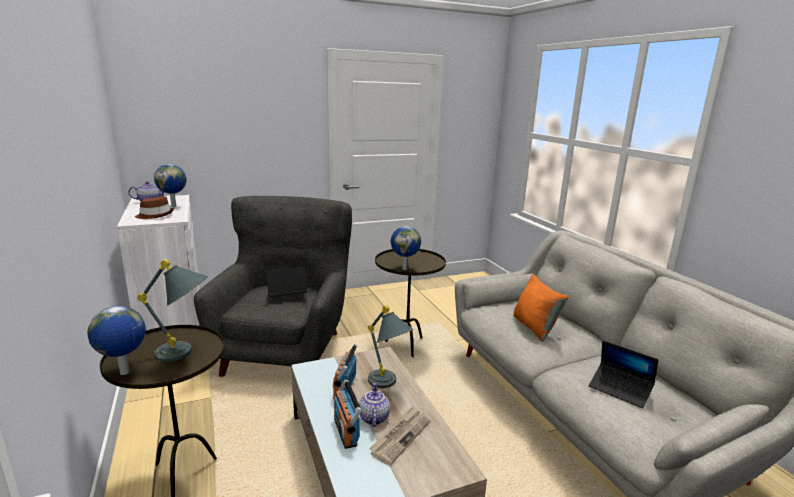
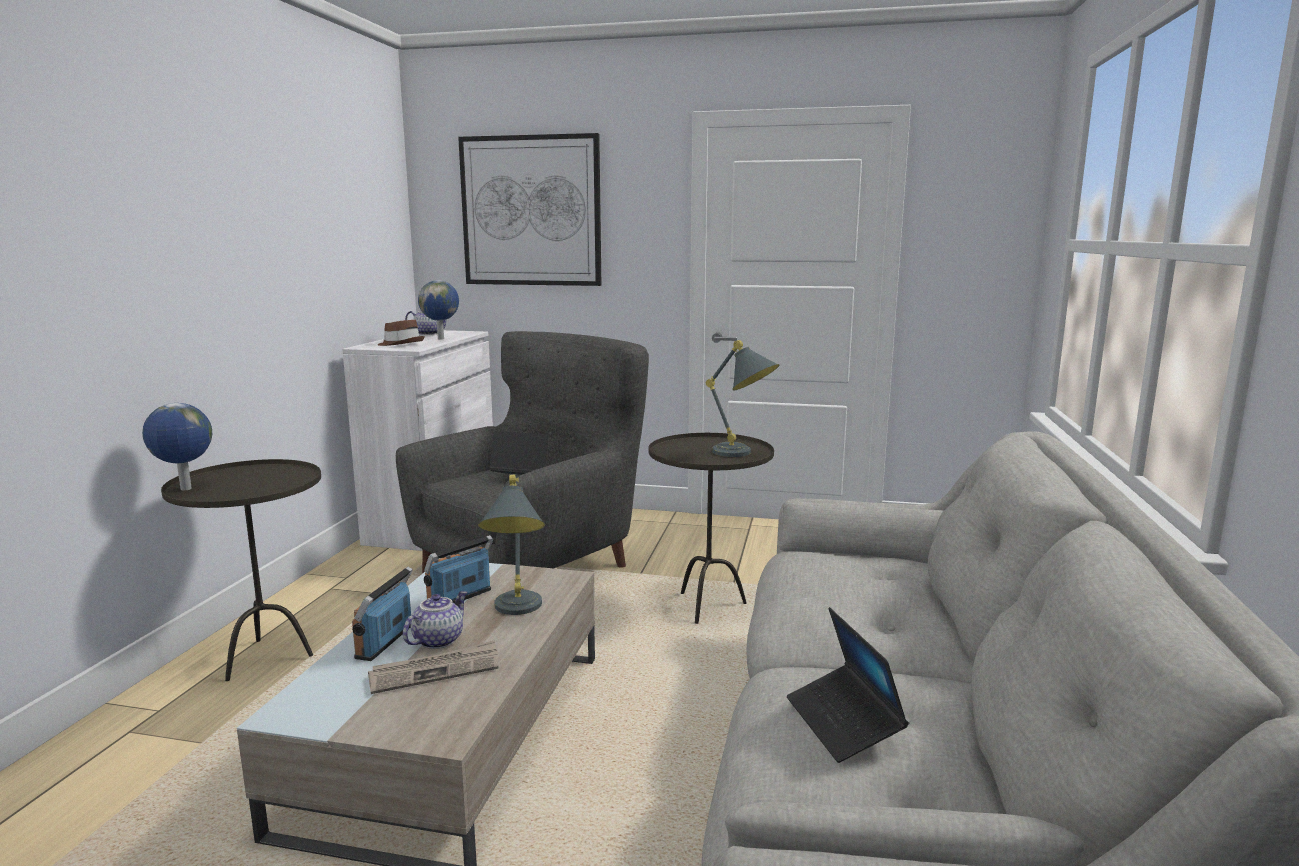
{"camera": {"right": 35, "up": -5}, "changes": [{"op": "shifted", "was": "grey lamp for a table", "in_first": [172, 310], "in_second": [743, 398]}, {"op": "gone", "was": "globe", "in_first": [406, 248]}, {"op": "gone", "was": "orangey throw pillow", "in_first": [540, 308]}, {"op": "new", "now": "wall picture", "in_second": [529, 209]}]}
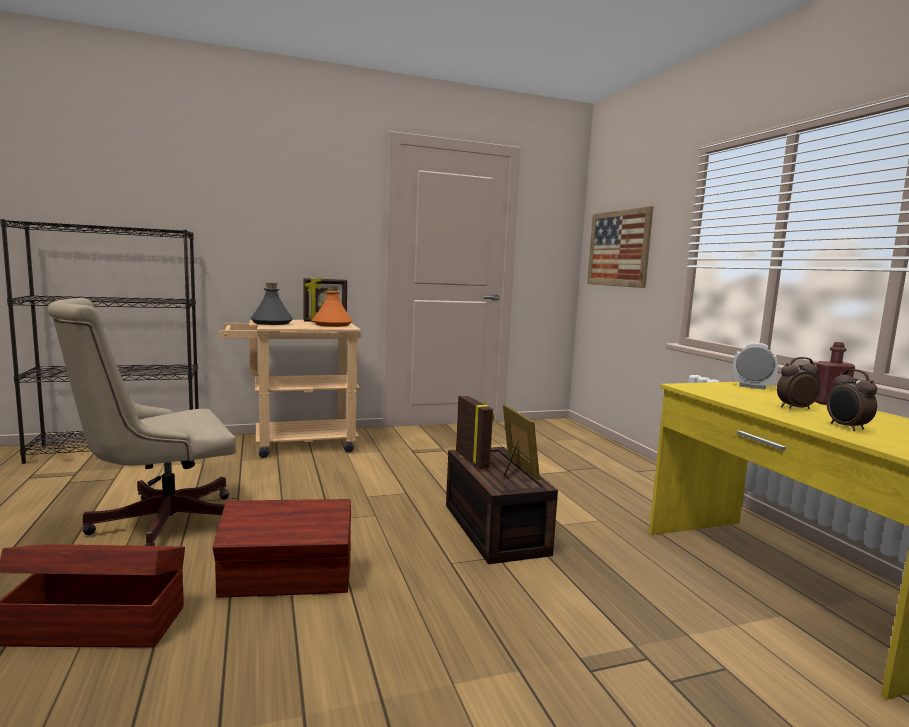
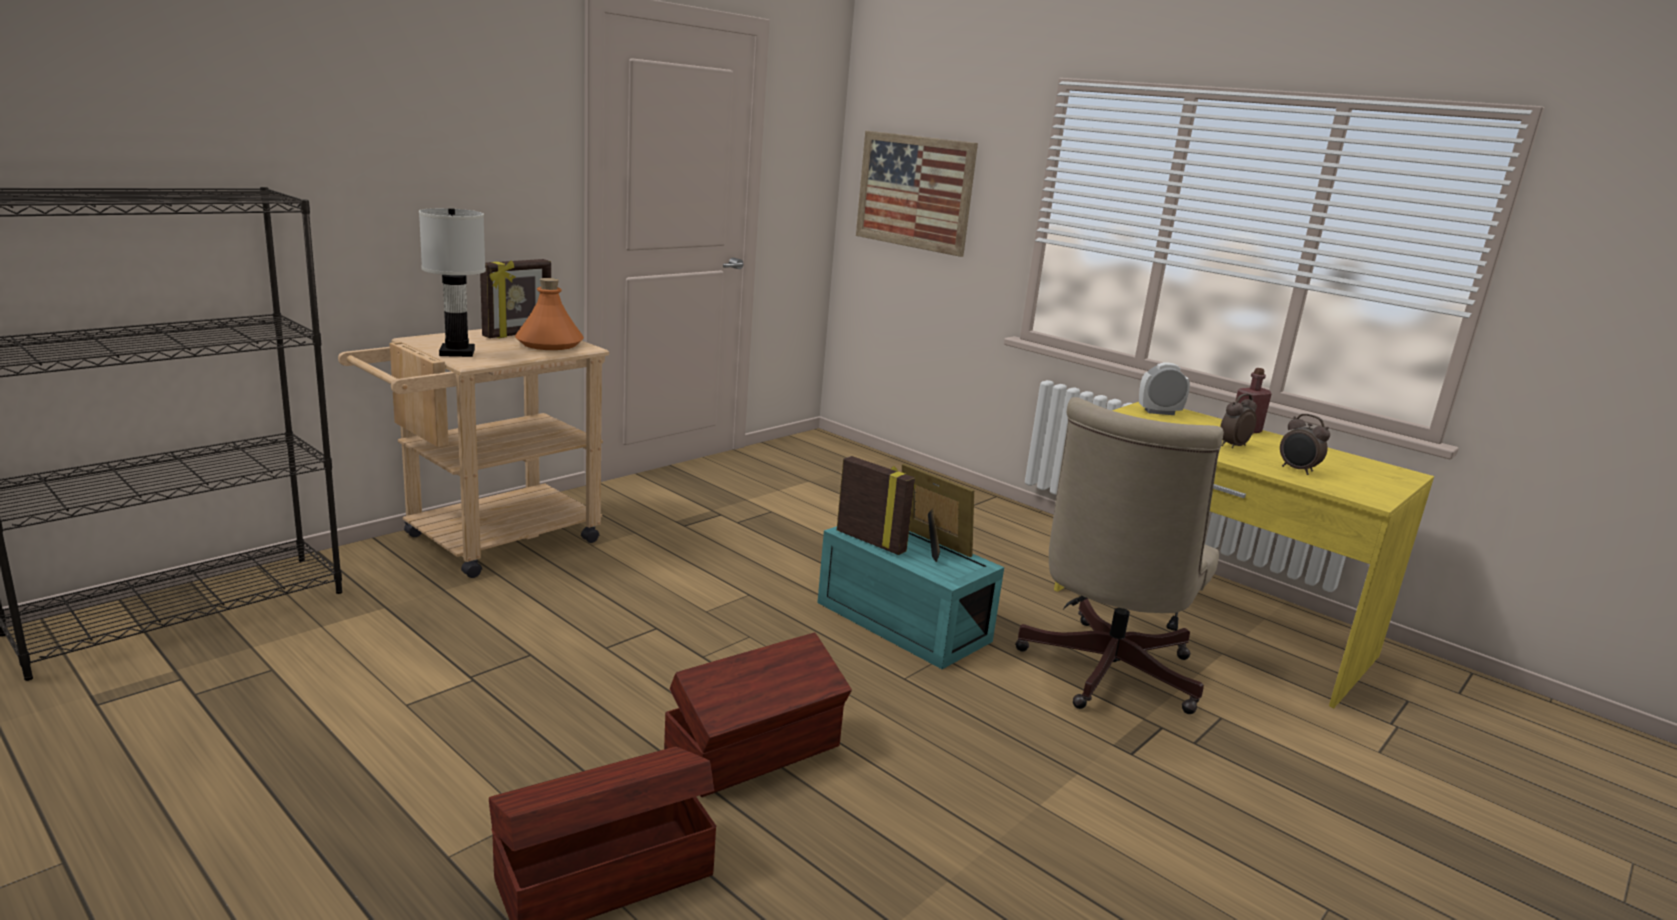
{"camera": {"right": -30, "up": 10}, "changes": [{"op": "shifted", "was": "sand-coloured desk chair", "in_first": [141, 422], "in_second": [1119, 555]}, {"op": "swapped", "was": "grey beverage bottle", "now": "white lamp for a table", "in_first": [271, 304], "in_second": [452, 282]}, {"op": "repainted", "was": "brownish storage container", "now": "blue-green storage container", "in_first": [502, 505], "in_second": [910, 597]}]}
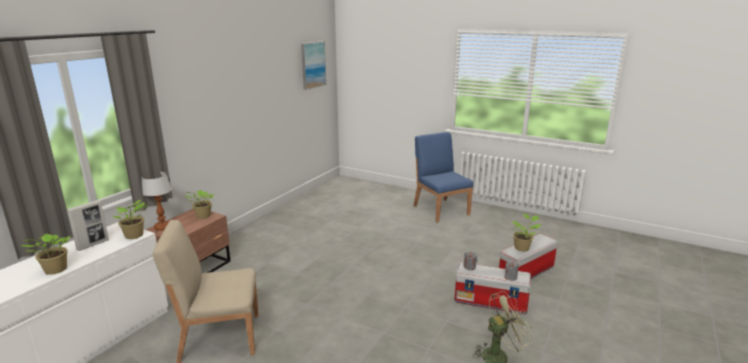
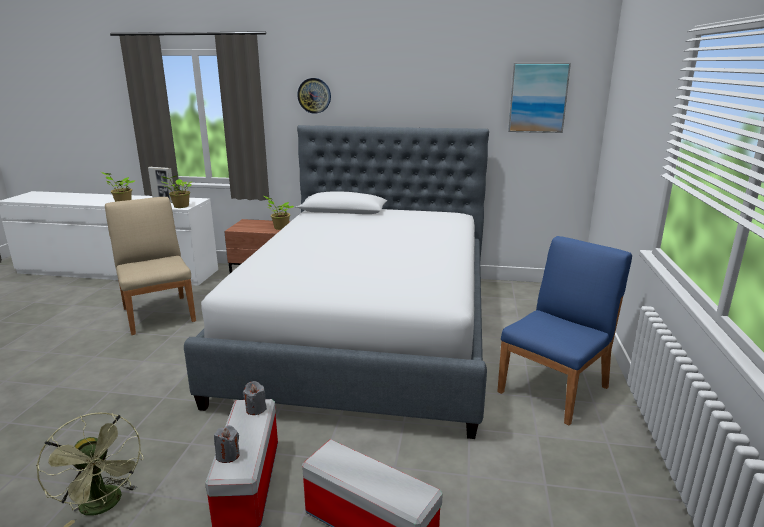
{"camera": {"right": 70, "up": 0}, "changes": [{"op": "gone", "was": "lamp for a table", "in_first": [157, 201]}, {"op": "gone", "was": "potted plant", "in_first": [527, 232]}, {"op": "new", "now": "bed", "in_second": [336, 282]}, {"op": "new", "now": "clock on the wall", "in_second": [314, 96]}]}
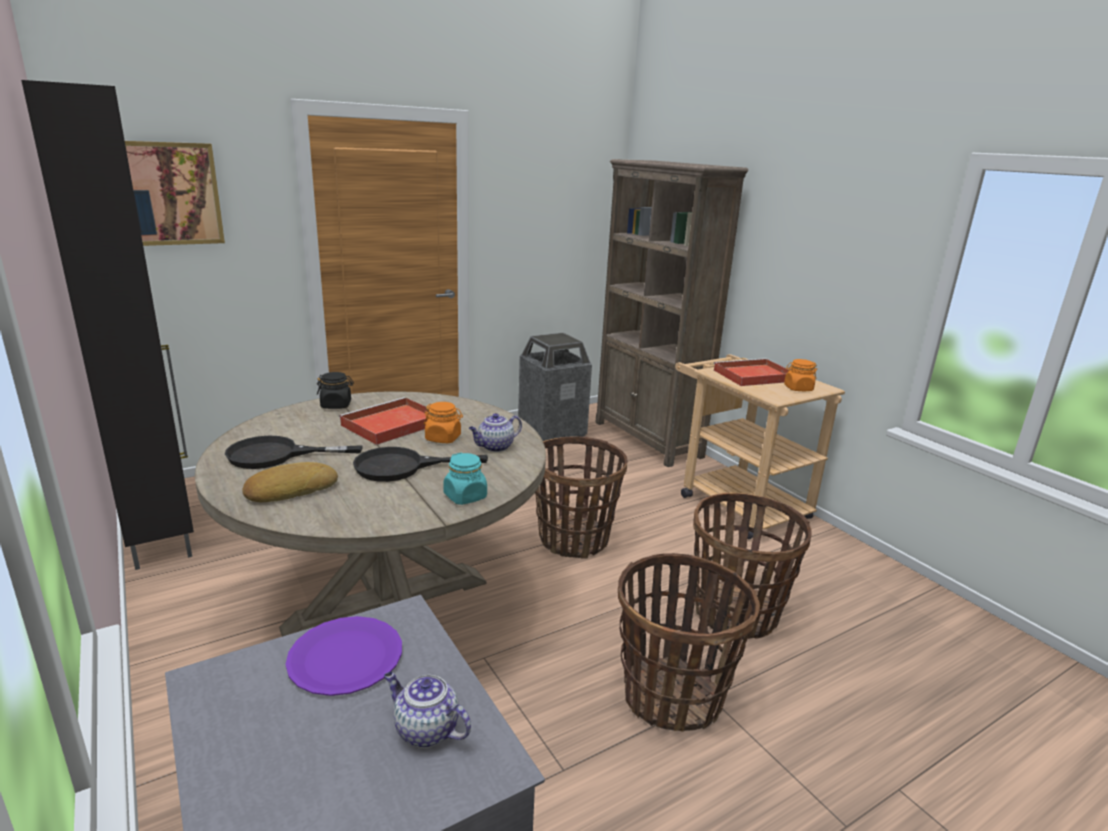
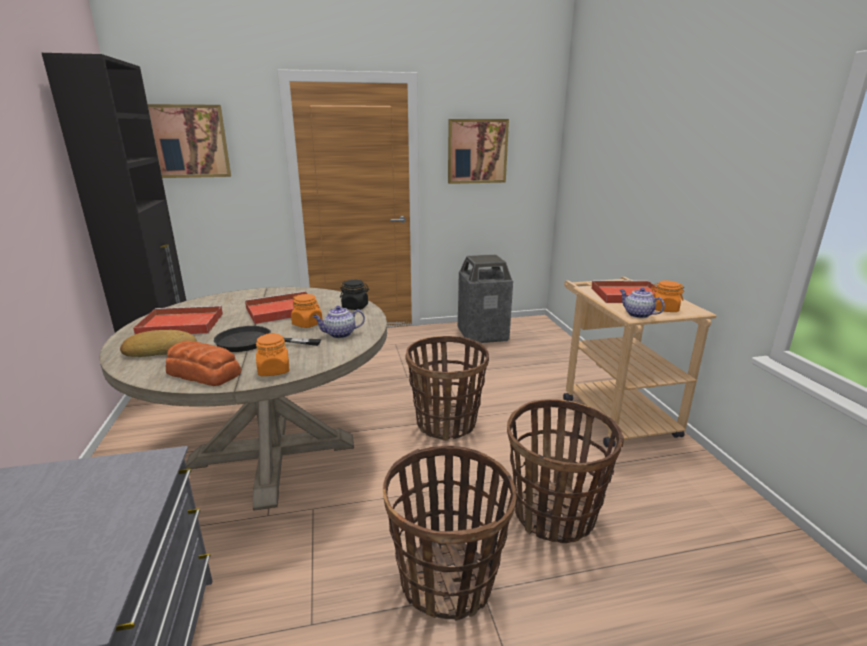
{"camera": {"right": 20, "up": 0}, "changes": [{"op": "swapped", "was": "black pan", "now": "red-coloured serving tray", "in_first": [294, 452], "in_second": [178, 319]}, {"op": "gone", "was": "purplish flat dish", "in_first": [343, 656]}, {"op": "shifted", "was": "black storage jar", "in_first": [335, 390], "in_second": [354, 295]}, {"op": "shifted", "was": "tea pot", "in_first": [427, 710], "in_second": [642, 303]}, {"op": "repainted", "was": "blue-green storage jar", "now": "orangey storage jar", "in_first": [465, 479], "in_second": [272, 354]}, {"op": "gone", "was": "brownish bookshelf", "in_first": [671, 313]}, {"op": "new", "now": "baked bread", "in_second": [203, 363]}, {"op": "new", "now": "wall picture", "in_second": [478, 151]}]}
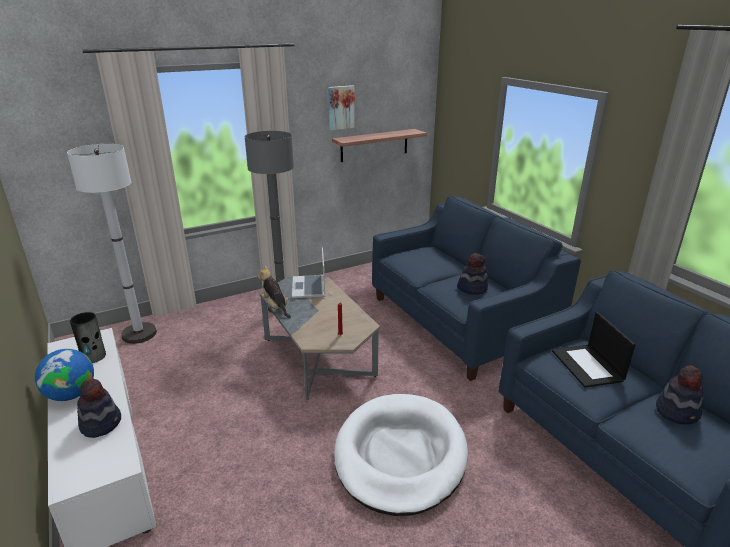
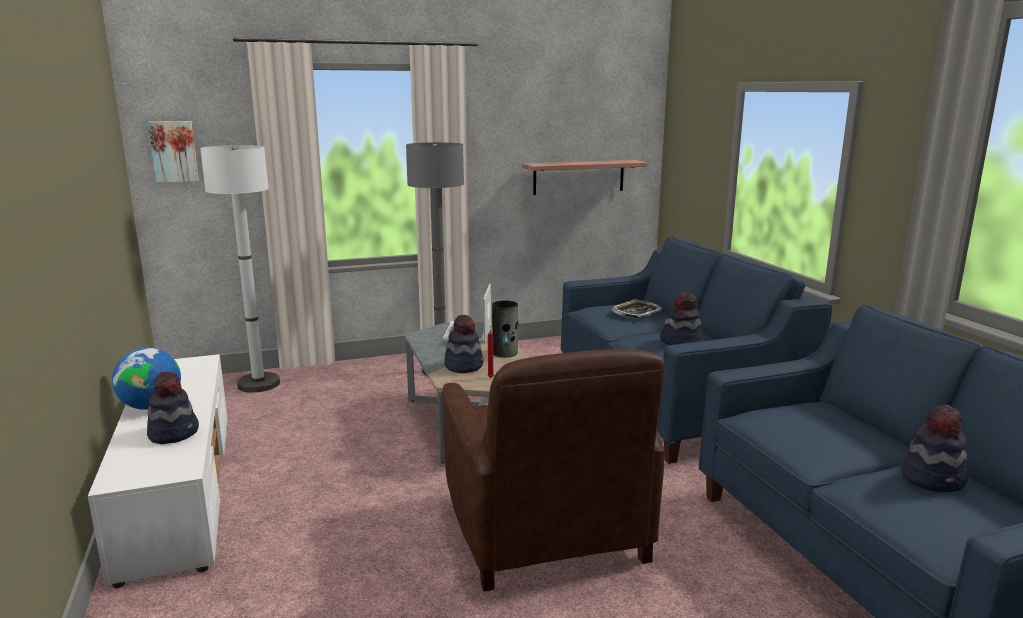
{"camera": {"right": 10, "up": -10}, "changes": [{"op": "shifted", "was": "decorative vase", "in_first": [88, 337], "in_second": [505, 328]}, {"op": "gone", "was": "soft toy", "in_first": [274, 291]}, {"op": "shifted", "was": "wall picture", "in_first": [341, 107], "in_second": [173, 152]}, {"op": "swapped", "was": "white dog cushion", "now": "brownish armchair", "in_first": [401, 455], "in_second": [553, 470]}, {"op": "gone", "was": "notebook computer", "in_first": [593, 350]}, {"op": "new", "now": "wearable hat", "in_second": [464, 343]}, {"op": "new", "now": "serving tray", "in_second": [637, 308]}]}
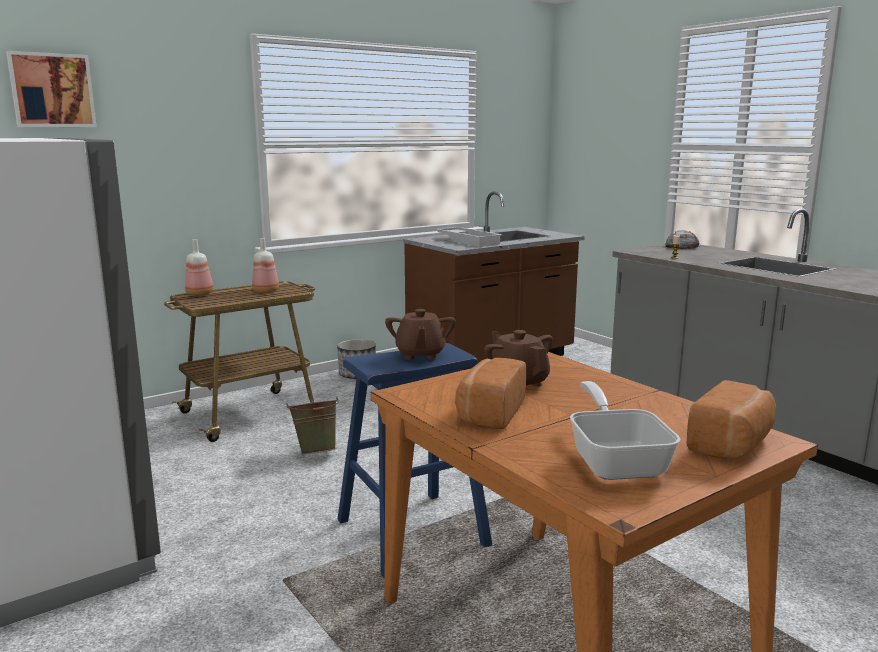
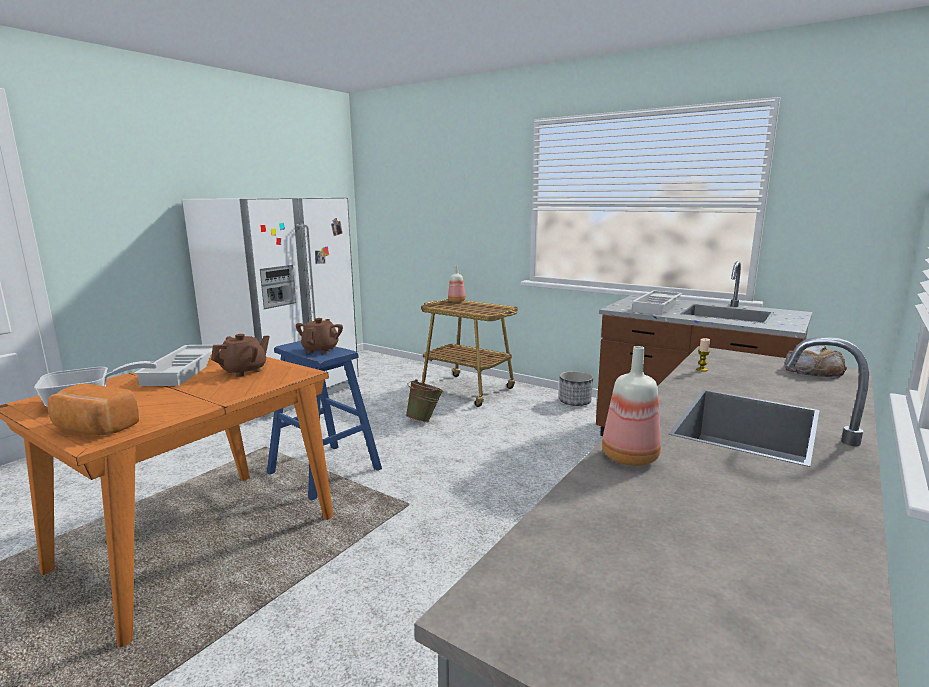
{"camera": {"right": 70, "up": 0}, "changes": [{"op": "gone", "was": "wall picture", "in_first": [51, 89]}, {"op": "shifted", "was": "beverage bottle", "in_first": [265, 265], "in_second": [631, 406]}, {"op": "rotated", "was": "brownish tea pot", "in_first": [420, 334], "in_second": [319, 336], "clockwise": 120}, {"op": "swapped", "was": "baked bread", "now": "white serving tray", "in_first": [490, 393], "in_second": [173, 365]}]}
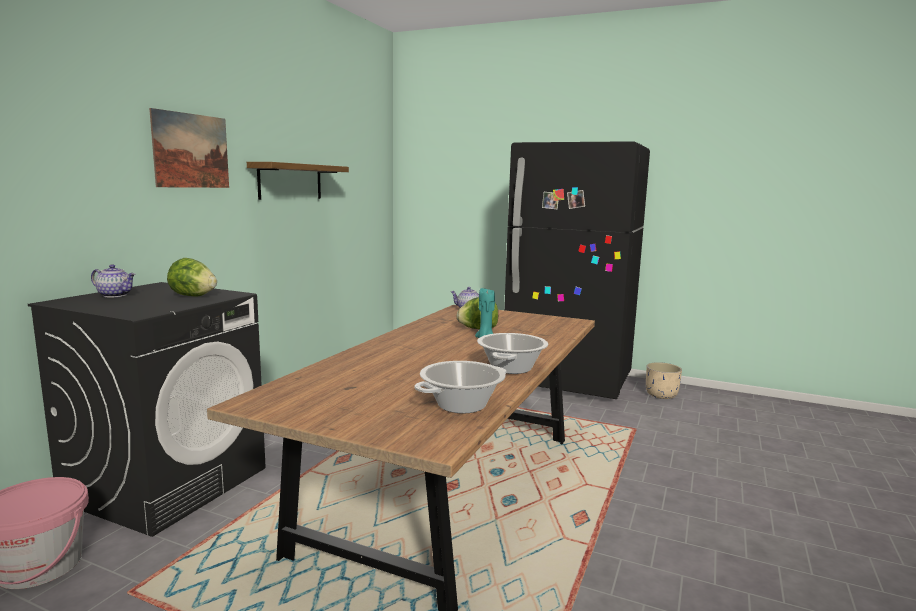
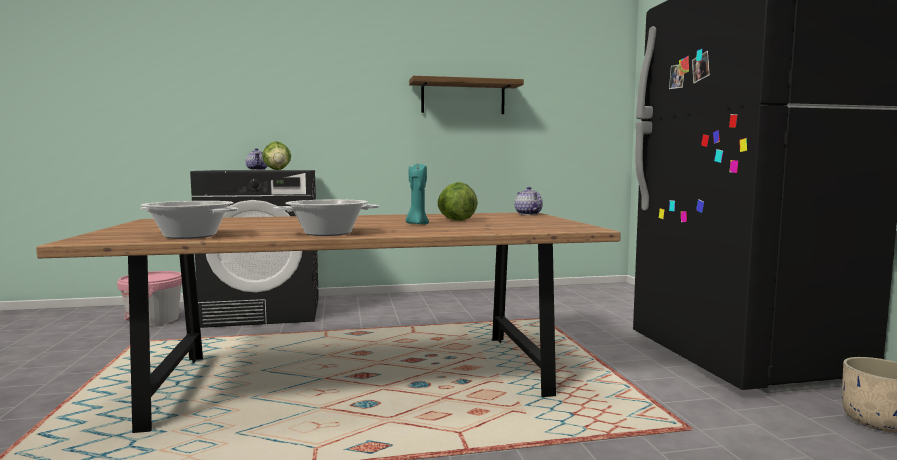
{"camera": {"right": 55, "up": -5}, "changes": [{"op": "gone", "was": "wall picture", "in_first": [189, 148]}]}
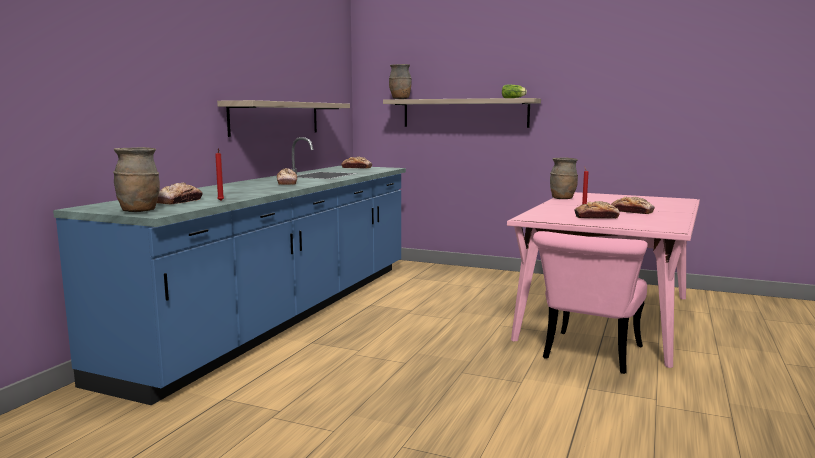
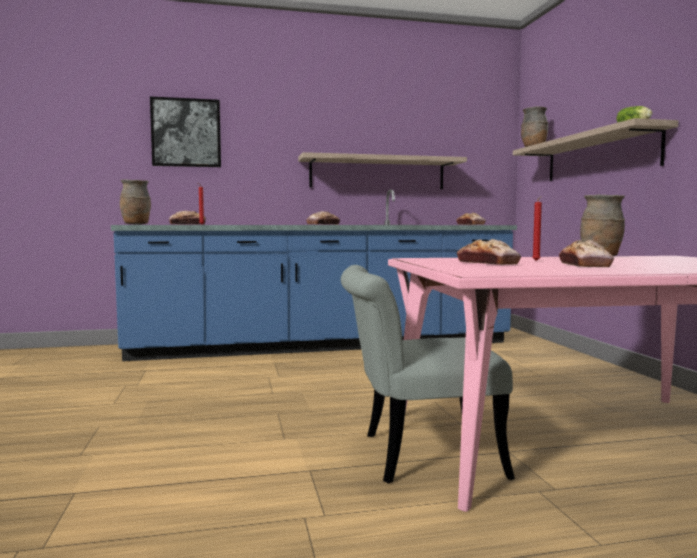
{"camera": {"right": 55, "up": -5}, "changes": [{"op": "repainted", "was": "pinkish chair", "now": "grey chair", "in_first": [590, 302], "in_second": [428, 374]}, {"op": "new", "now": "wall picture", "in_second": [185, 132]}]}
